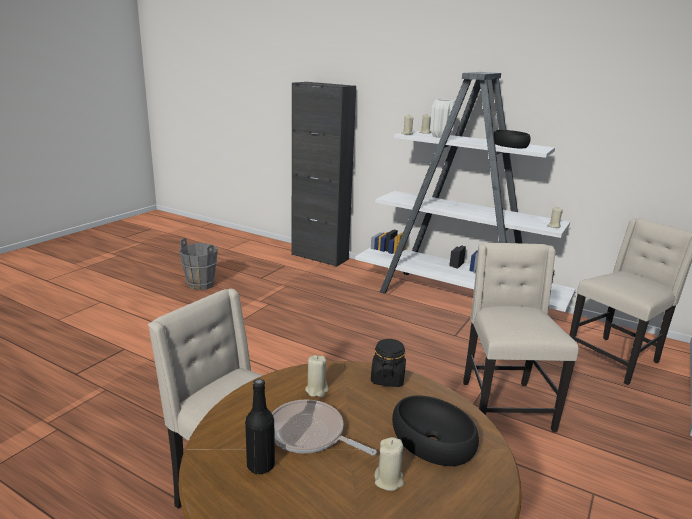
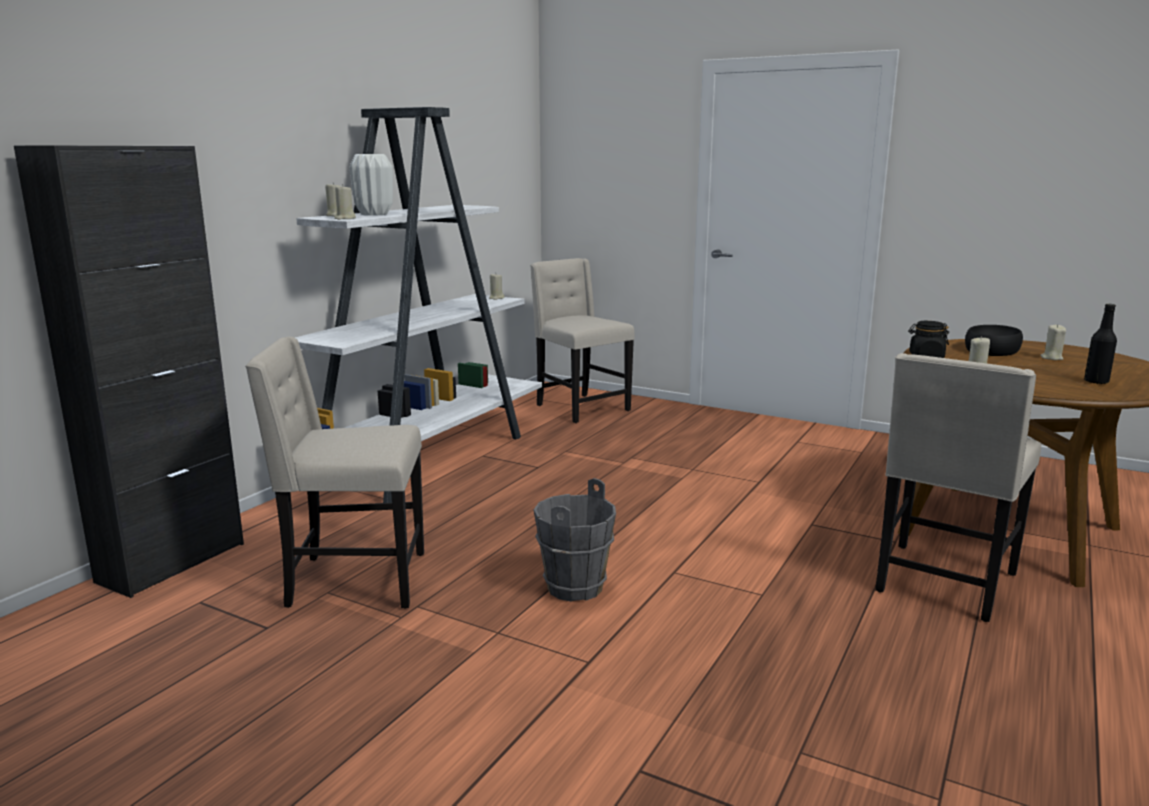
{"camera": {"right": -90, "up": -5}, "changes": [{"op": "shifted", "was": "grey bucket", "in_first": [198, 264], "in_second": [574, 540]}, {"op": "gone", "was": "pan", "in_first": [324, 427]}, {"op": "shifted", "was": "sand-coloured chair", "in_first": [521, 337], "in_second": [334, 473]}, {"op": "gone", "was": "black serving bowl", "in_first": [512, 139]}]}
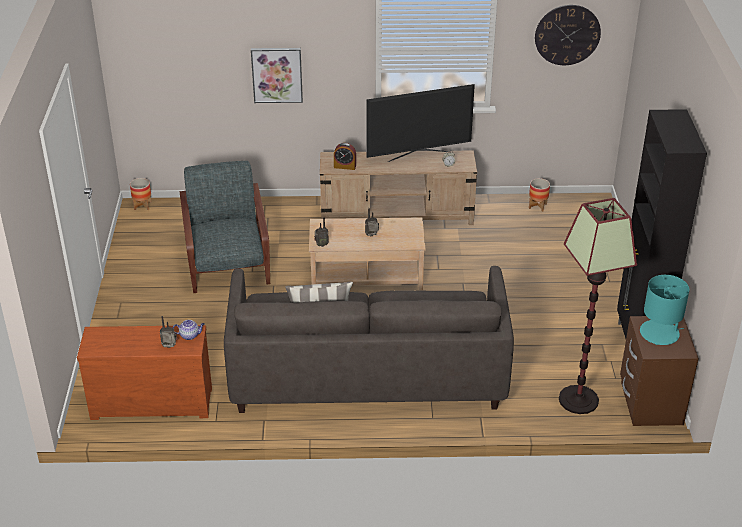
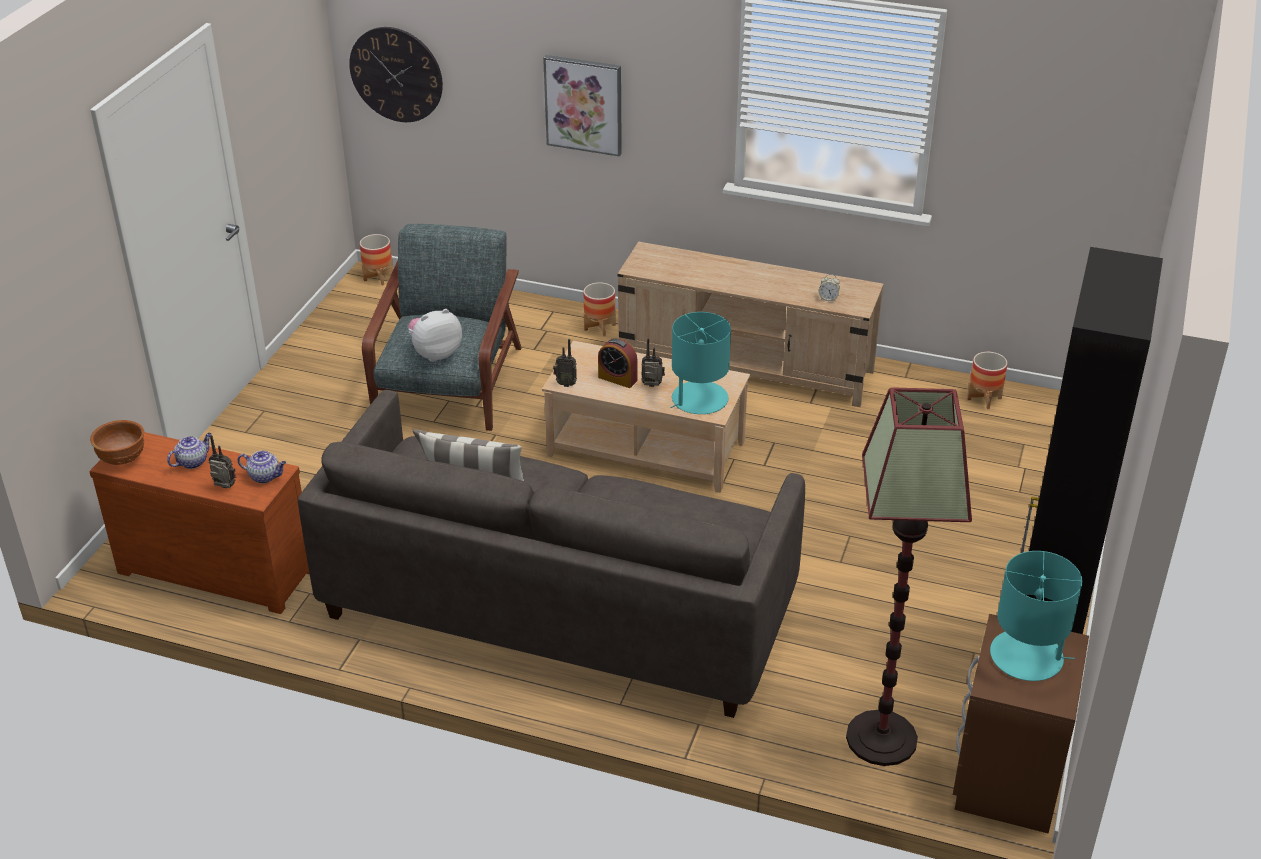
{"camera": {"right": 20, "up": 0}, "changes": [{"op": "shifted", "was": "table clock", "in_first": [345, 156], "in_second": [617, 363]}, {"op": "gone", "was": "TV set", "in_first": [420, 123]}, {"op": "shifted", "was": "clock on the wall", "in_first": [568, 35], "in_second": [396, 74]}, {"op": "new", "now": "brownish serving bowl", "in_second": [117, 442]}, {"op": "new", "now": "tea pot", "in_second": [189, 451]}, {"op": "new", "now": "soft toy", "in_second": [435, 335]}, {"op": "new", "now": "flower pot", "in_second": [599, 309]}, {"op": "new", "now": "blue-green lamp for a table", "in_second": [700, 363]}]}
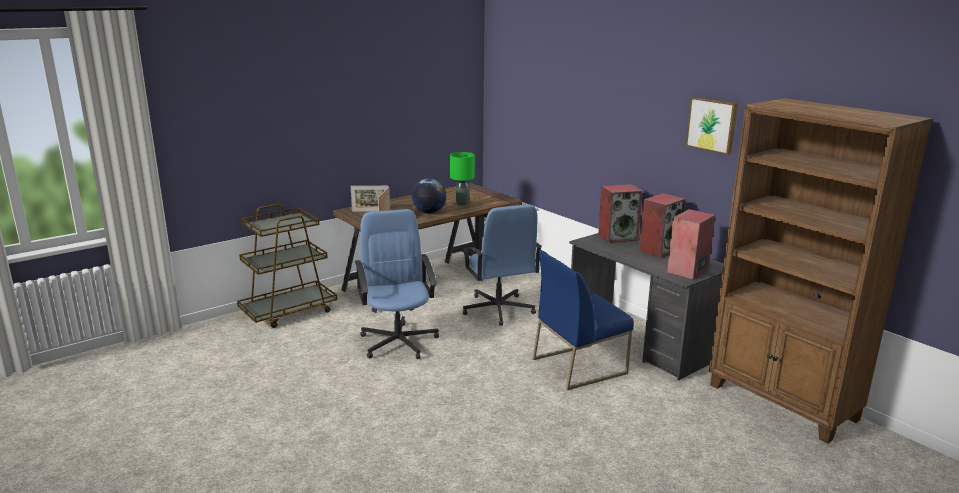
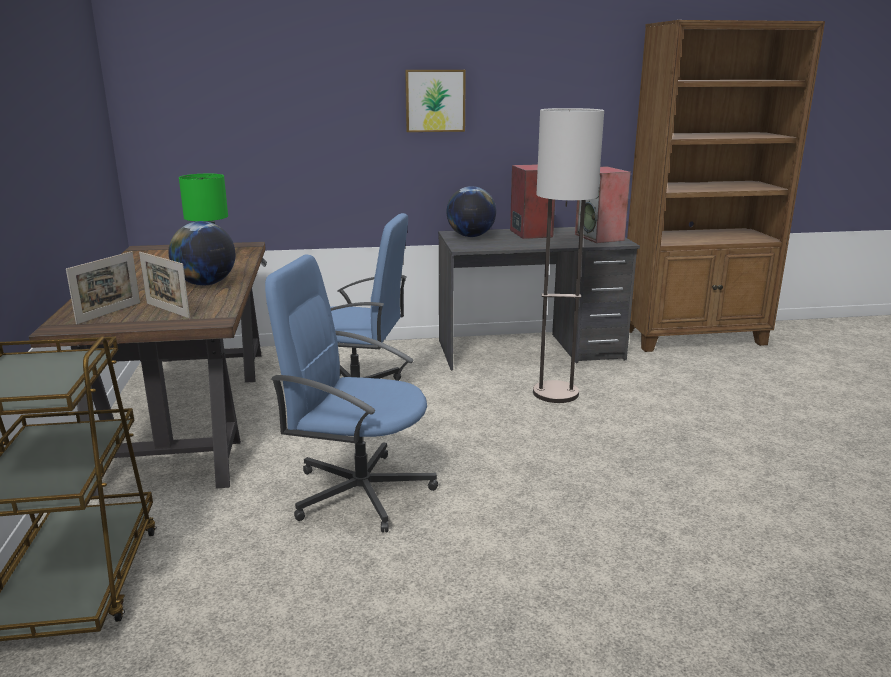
{"camera": {"right": -60, "up": 0}, "changes": [{"op": "swapped", "was": "bluish chair", "now": "floor lamp", "in_first": [583, 320], "in_second": [568, 255]}, {"op": "swapped", "was": "loudspeaker", "now": "globe", "in_first": [620, 213], "in_second": [471, 211]}, {"op": "shifted", "was": "wall picture", "in_first": [712, 126], "in_second": [435, 101]}]}
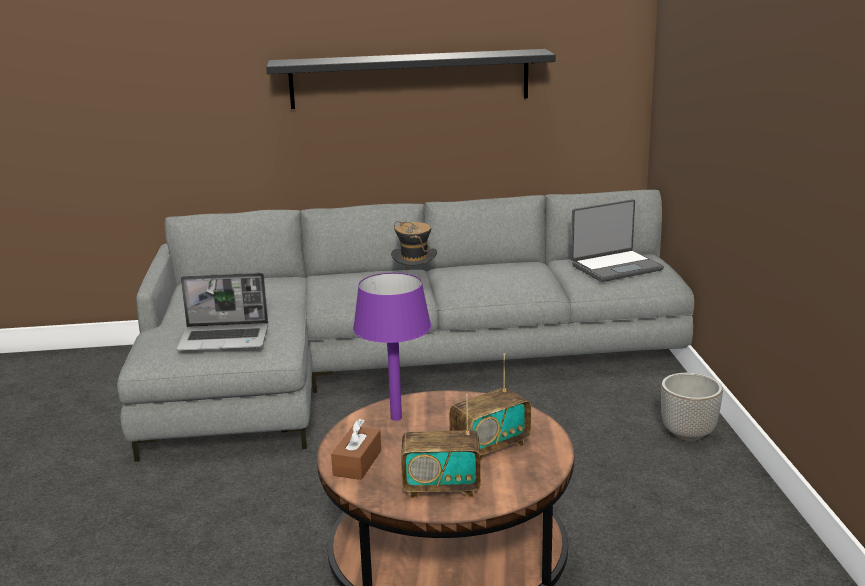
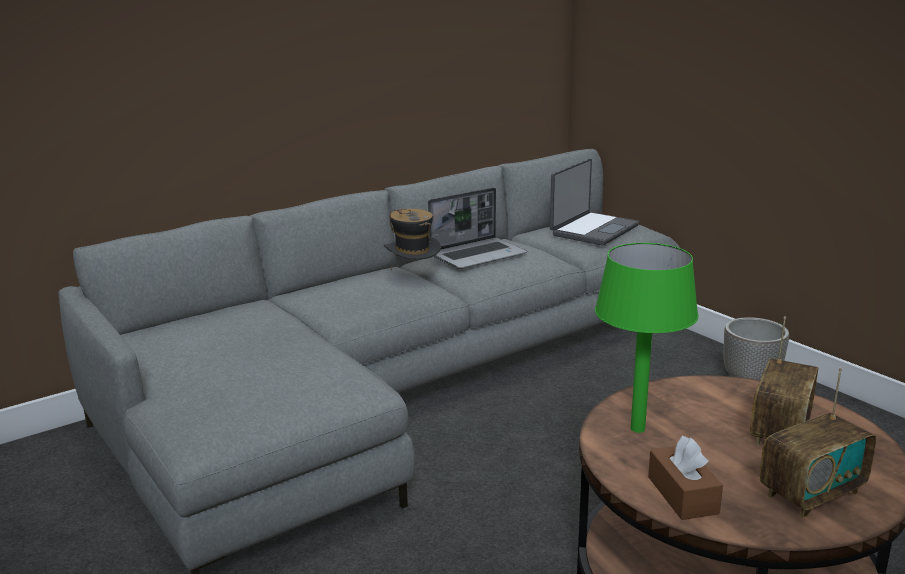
{"camera": {"right": -30, "up": 0}, "changes": [{"op": "shifted", "was": "notebook computer", "in_first": [222, 312], "in_second": [477, 228]}, {"op": "gone", "was": "black bracket shelf", "in_first": [410, 79]}, {"op": "repainted", "was": "purplish lamp for a table", "now": "green-coloured lamp for a table", "in_first": [392, 346], "in_second": [646, 338]}]}
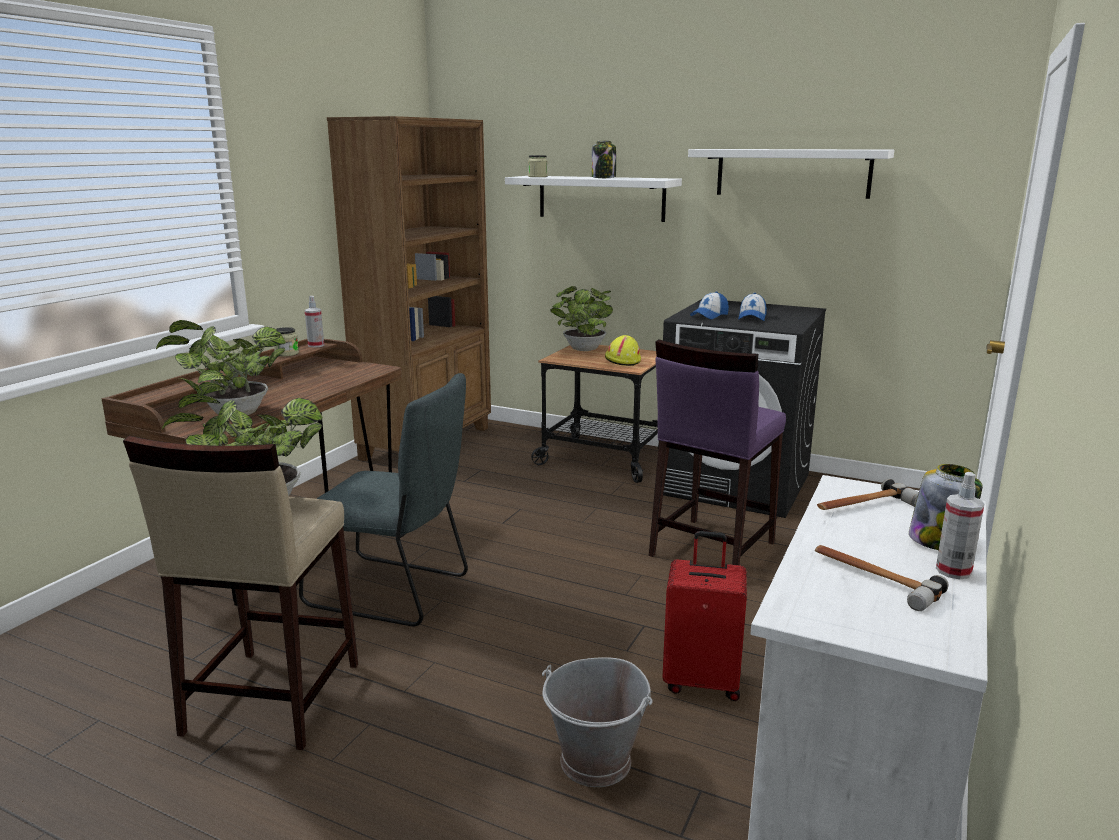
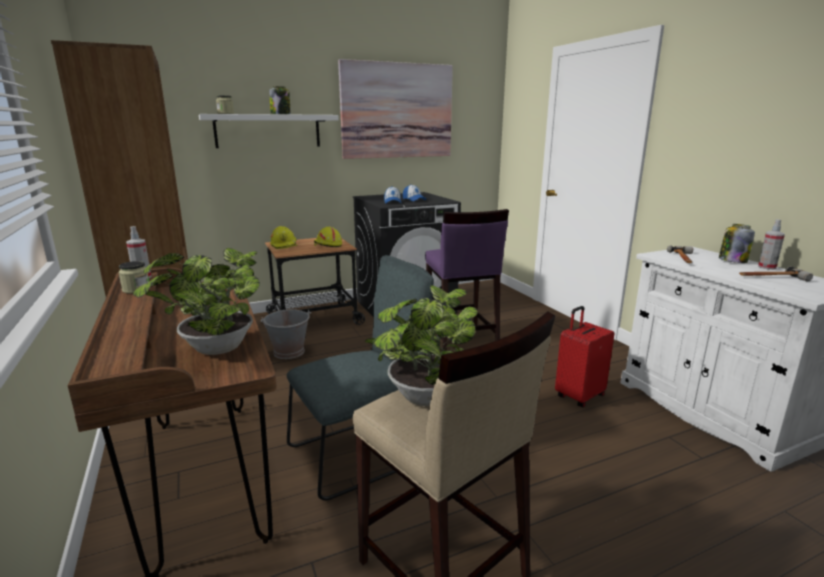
{"camera": {"right": -50, "up": 0}, "changes": [{"op": "shifted", "was": "grey bucket", "in_first": [597, 722], "in_second": [285, 334]}, {"op": "swapped", "was": "potted plant", "now": "yellowish safety helmet", "in_first": [581, 318], "in_second": [284, 237]}, {"op": "swapped", "was": "white bracket shelf", "now": "wall picture", "in_first": [791, 174], "in_second": [395, 109]}]}
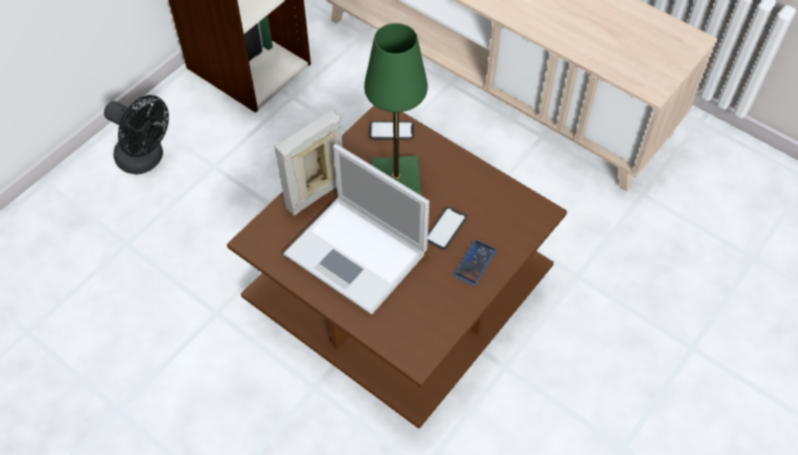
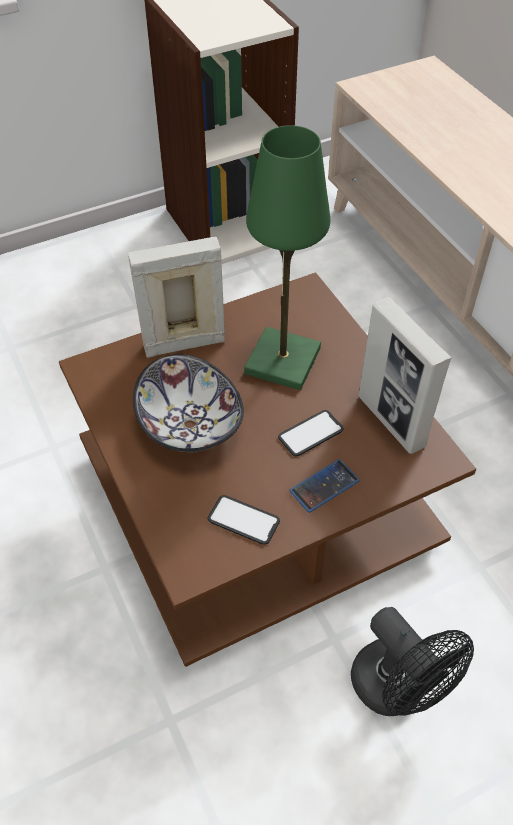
{"camera": {"right": 25, "up": -5}, "changes": [{"op": "shifted", "was": "black cooling fan", "in_first": [136, 134], "in_second": [412, 661]}, {"op": "swapped", "was": "notebook computer", "now": "serving bowl", "in_first": [356, 229], "in_second": [188, 403]}, {"op": "shifted", "was": "phone", "in_first": [391, 130], "in_second": [243, 520]}, {"op": "new", "now": "standing frame", "in_second": [404, 375]}]}
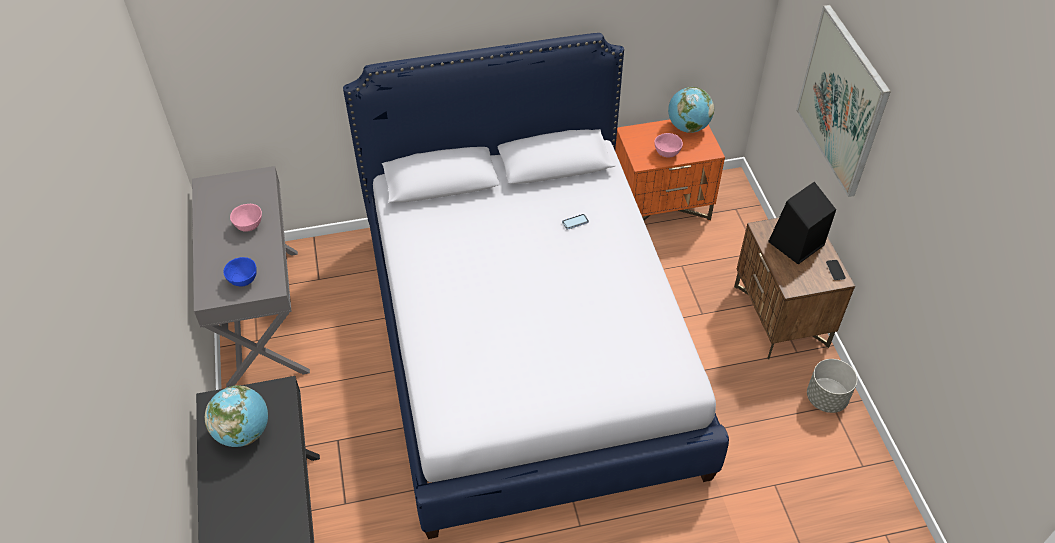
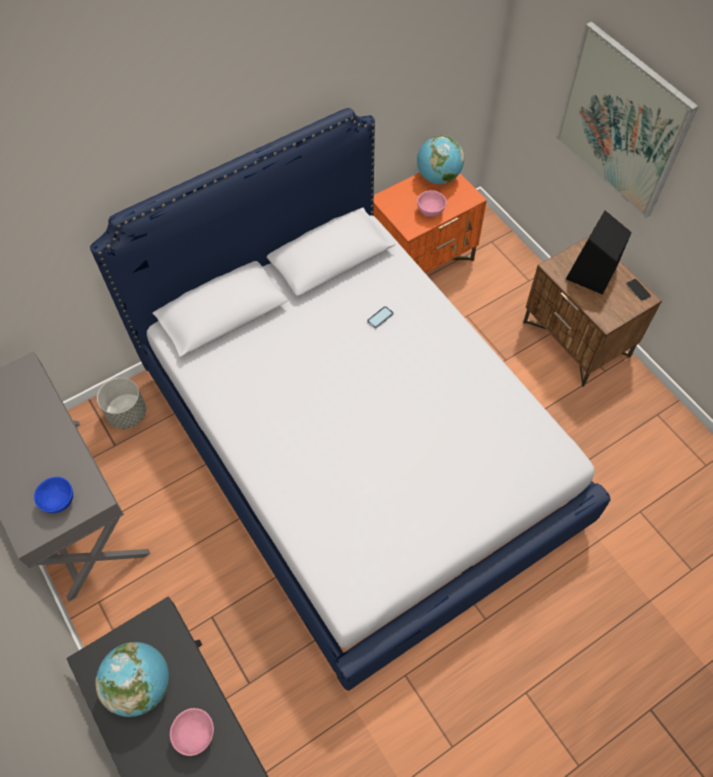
{"camera": {"right": -20, "up": 10}, "changes": [{"op": "shifted", "was": "pinkish serving bowl", "in_first": [246, 218], "in_second": [192, 732]}, {"op": "shifted", "was": "grey flower pot", "in_first": [832, 386], "in_second": [121, 403]}]}
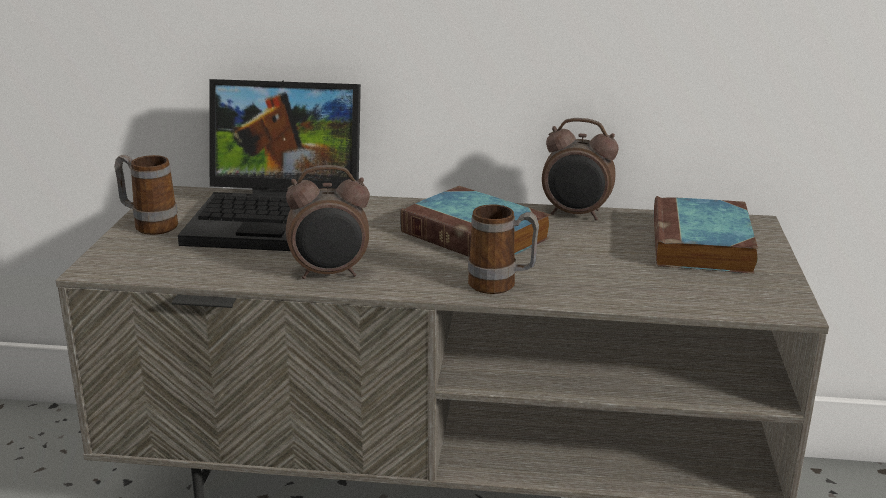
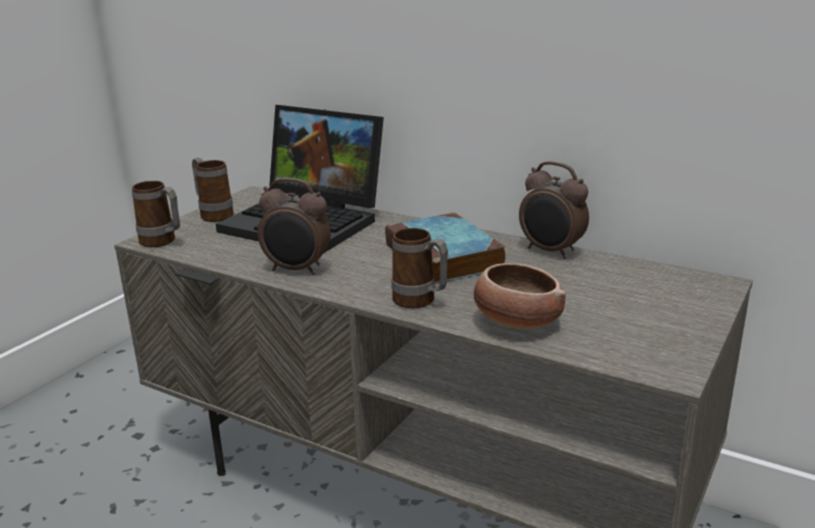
{"camera": {"right": 25, "up": 0}, "changes": [{"op": "gone", "was": "book", "in_first": [706, 235]}, {"op": "new", "now": "coffee mug", "in_second": [156, 214]}, {"op": "new", "now": "serving bowl", "in_second": [520, 296]}]}
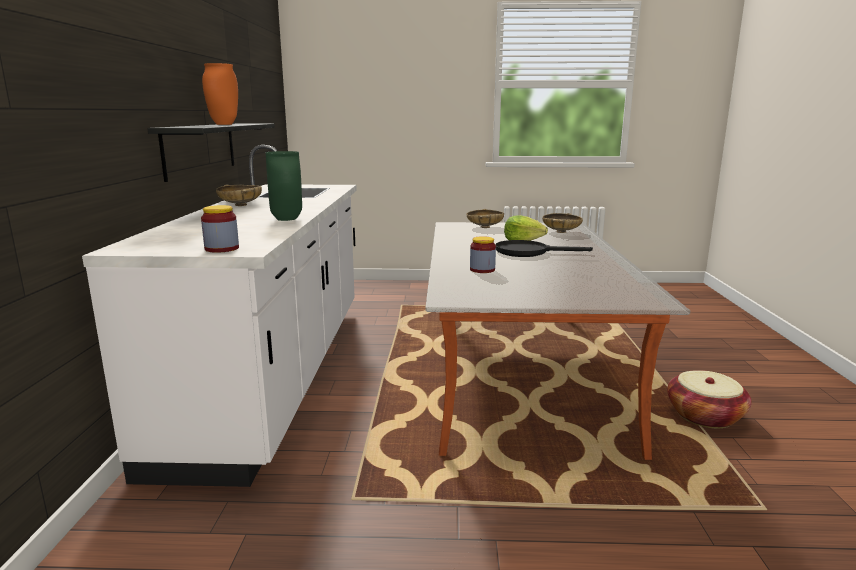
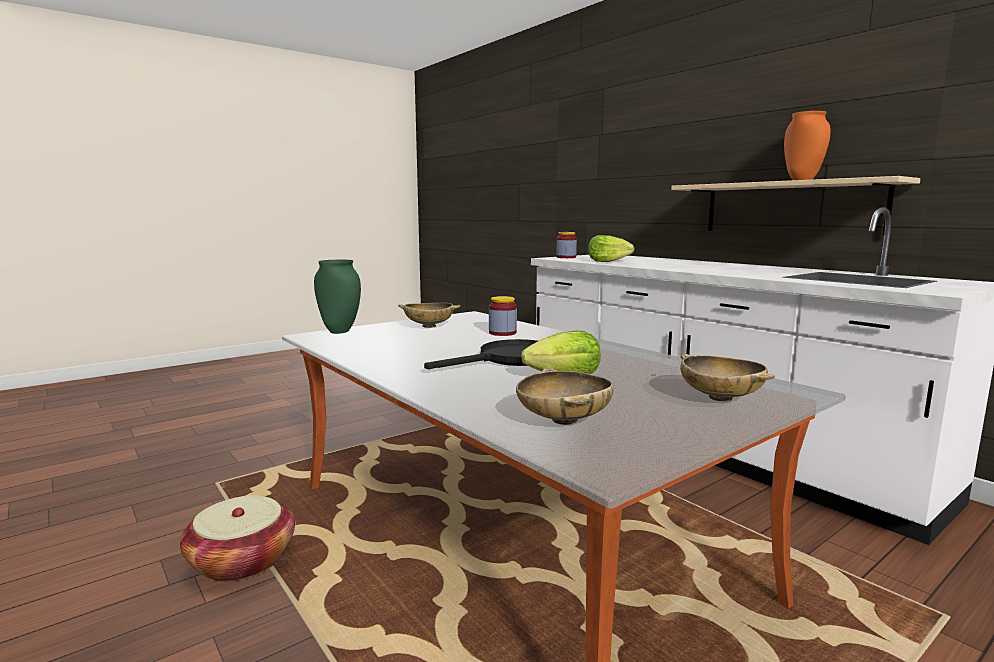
{"camera": {"right": 140, "up": -5}, "changes": [{"op": "repainted", "was": "black bracket shelf", "now": "sand-coloured bracket shelf", "in_first": [211, 153], "in_second": [796, 205]}, {"op": "shifted", "was": "sand-coloured serving bowl", "in_first": [239, 195], "in_second": [429, 315]}, {"op": "shifted", "was": "green-coloured decorative vase", "in_first": [283, 186], "in_second": [337, 297]}, {"op": "new", "now": "lettuce head", "in_second": [611, 248]}]}
